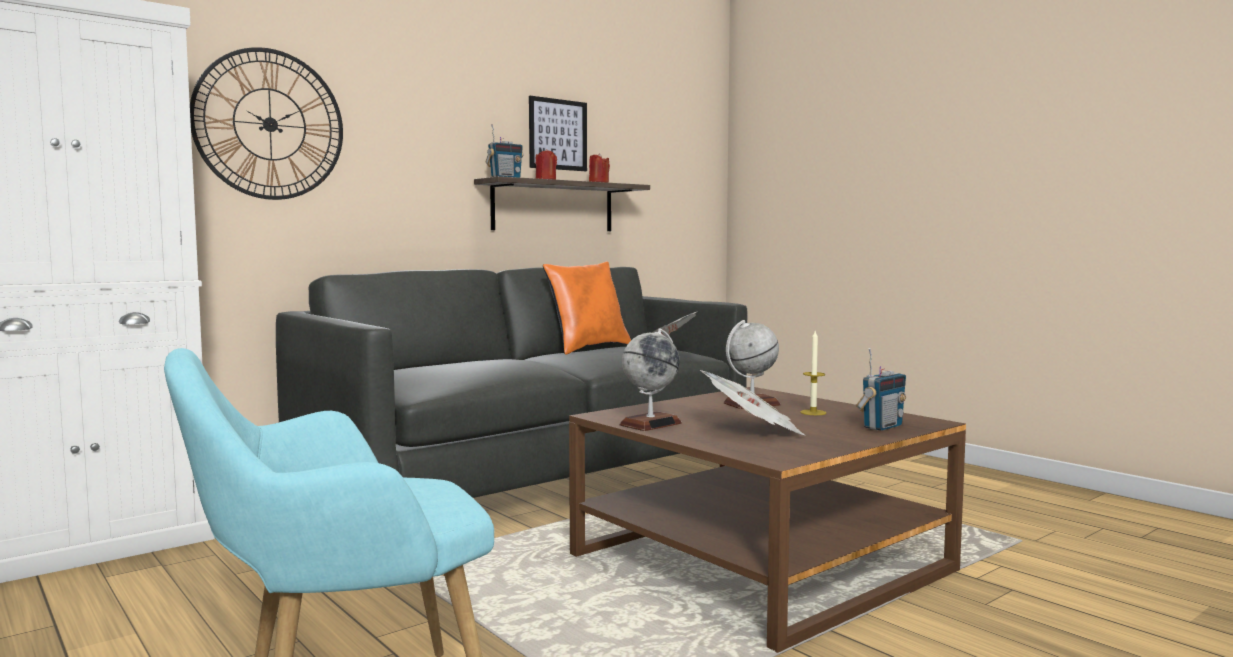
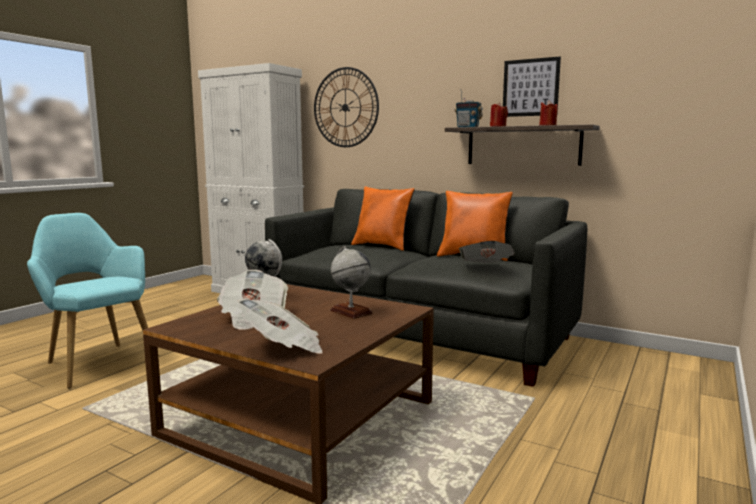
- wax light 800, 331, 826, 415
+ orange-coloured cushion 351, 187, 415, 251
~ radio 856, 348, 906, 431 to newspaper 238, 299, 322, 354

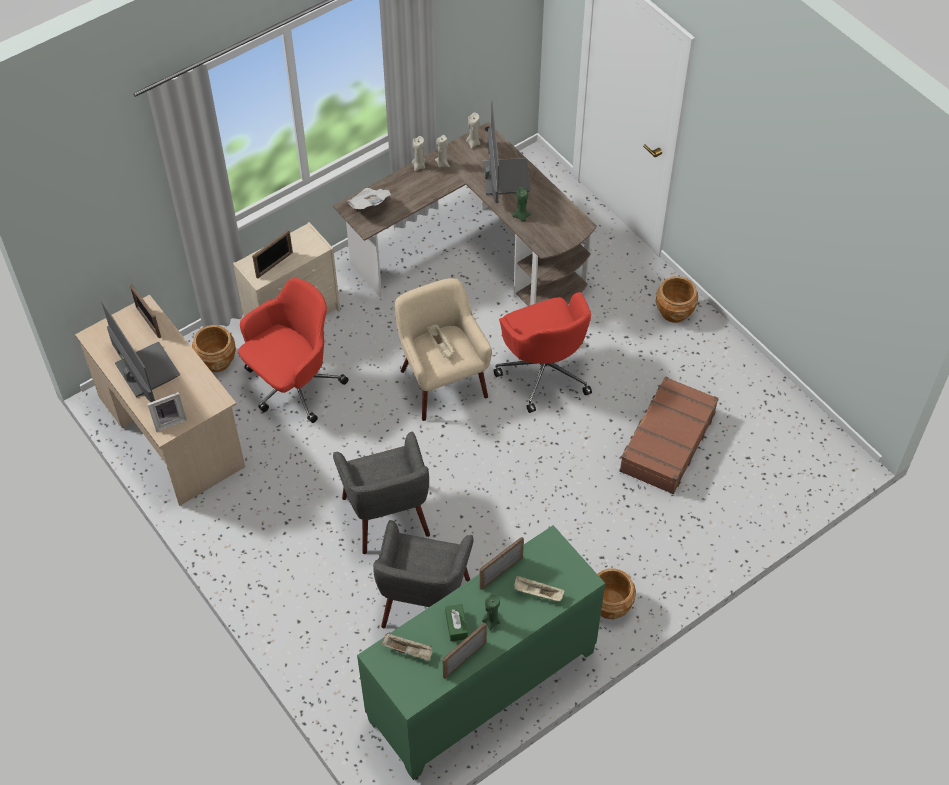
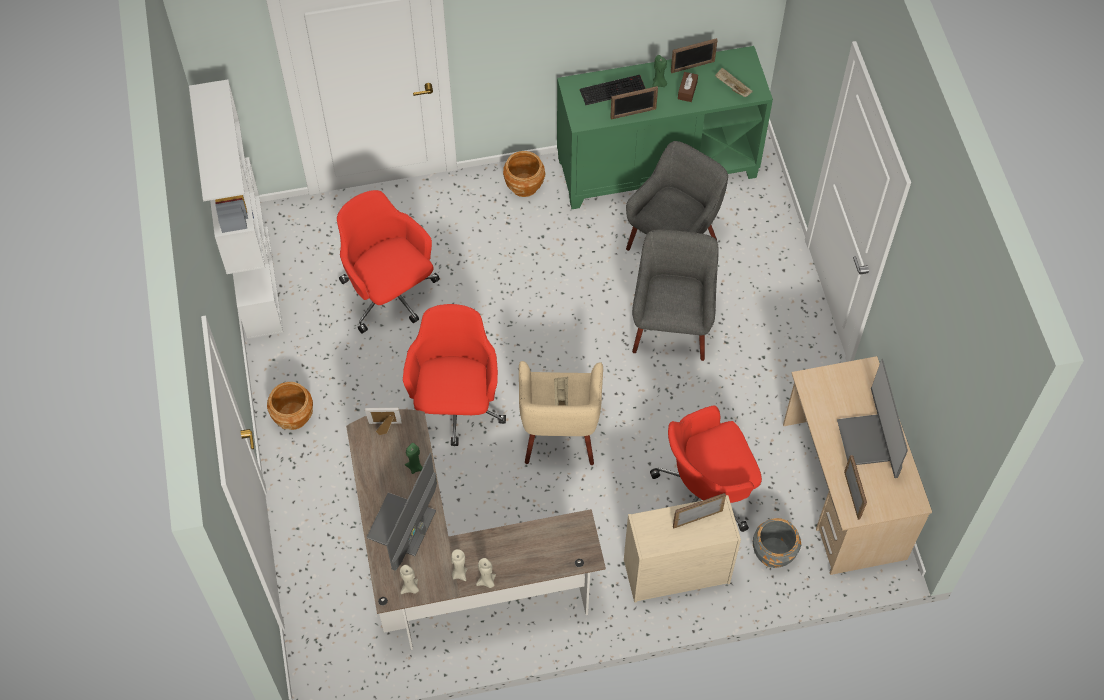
- newspaper 348, 188, 391, 209
+ whitish bookshelf 189, 79, 283, 339
~ standing frame 147, 392, 187, 432 to 365, 408, 402, 435
~ beige-coloured serving tray 514, 576, 564, 601 to keyboard 580, 75, 646, 105
~ brown-coloured travel case 619, 376, 719, 494 to red office chair 337, 190, 440, 333
~ brown-coloured planter 192, 325, 236, 372 to gray planter 753, 518, 801, 568
~ greenish tissue box 445, 604, 468, 642 to brown-coloured tissue box 678, 72, 698, 102

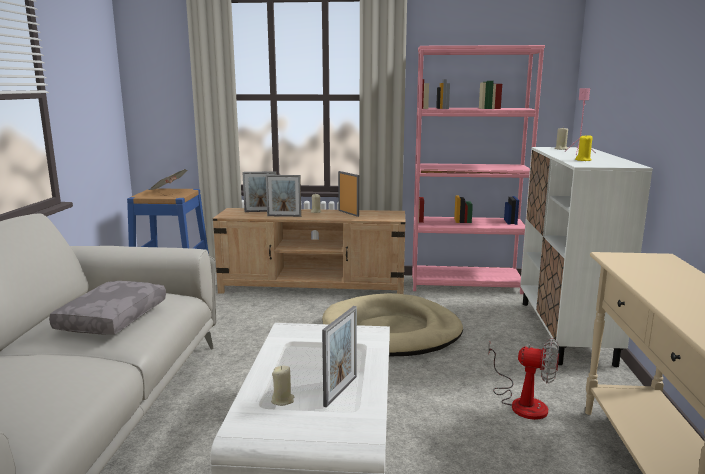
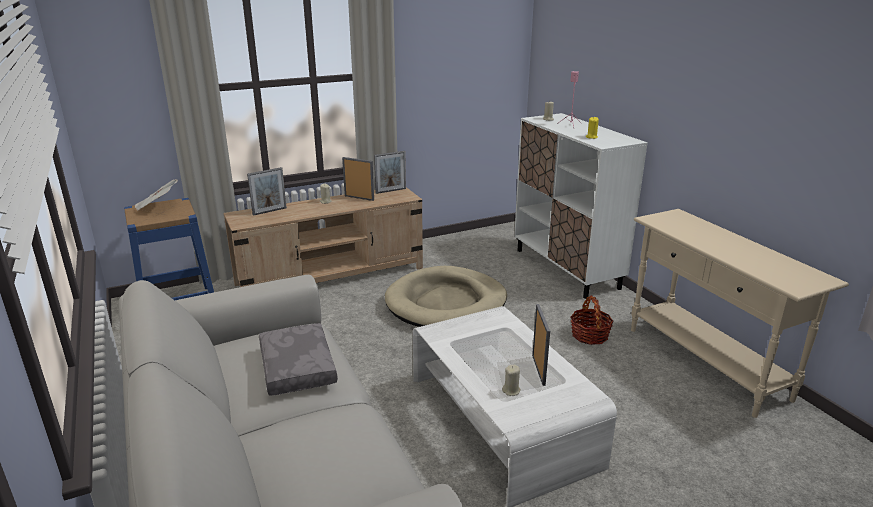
- pink-coloured bookshelf 412, 45, 545, 294
~ standing frame 266, 175, 301, 217 to 374, 151, 406, 194
~ electric fan 488, 338, 559, 420 to storage basket 570, 295, 614, 345

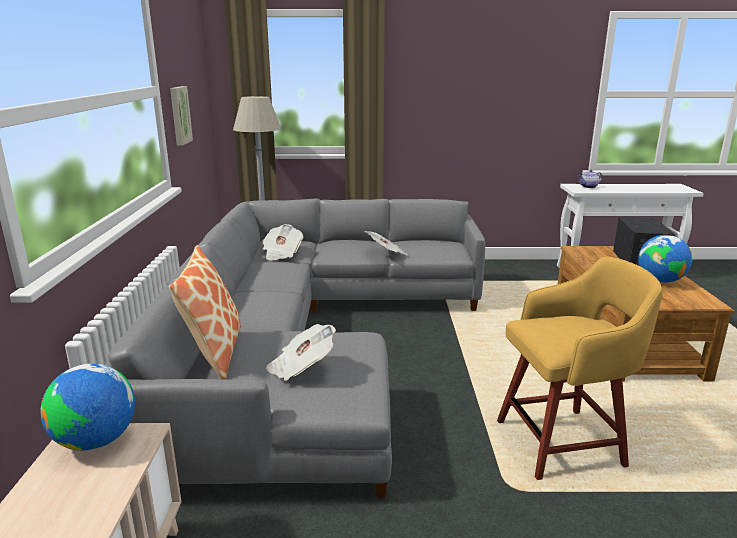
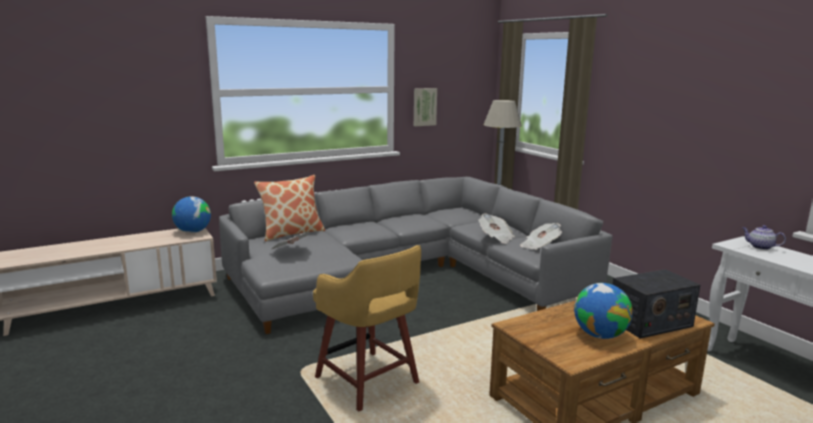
~ newspaper 263, 224, 303, 260 to 520, 223, 562, 250

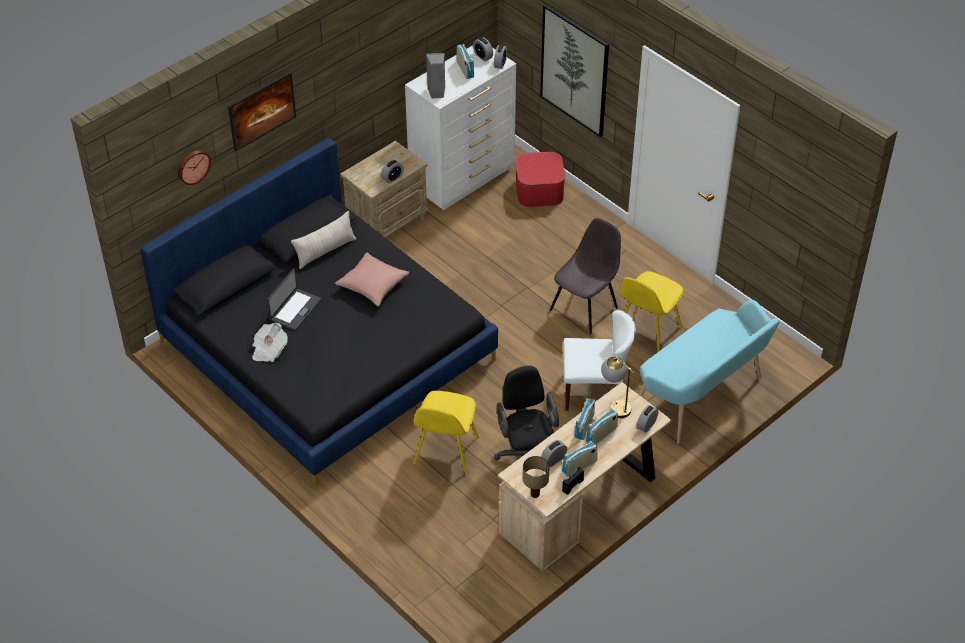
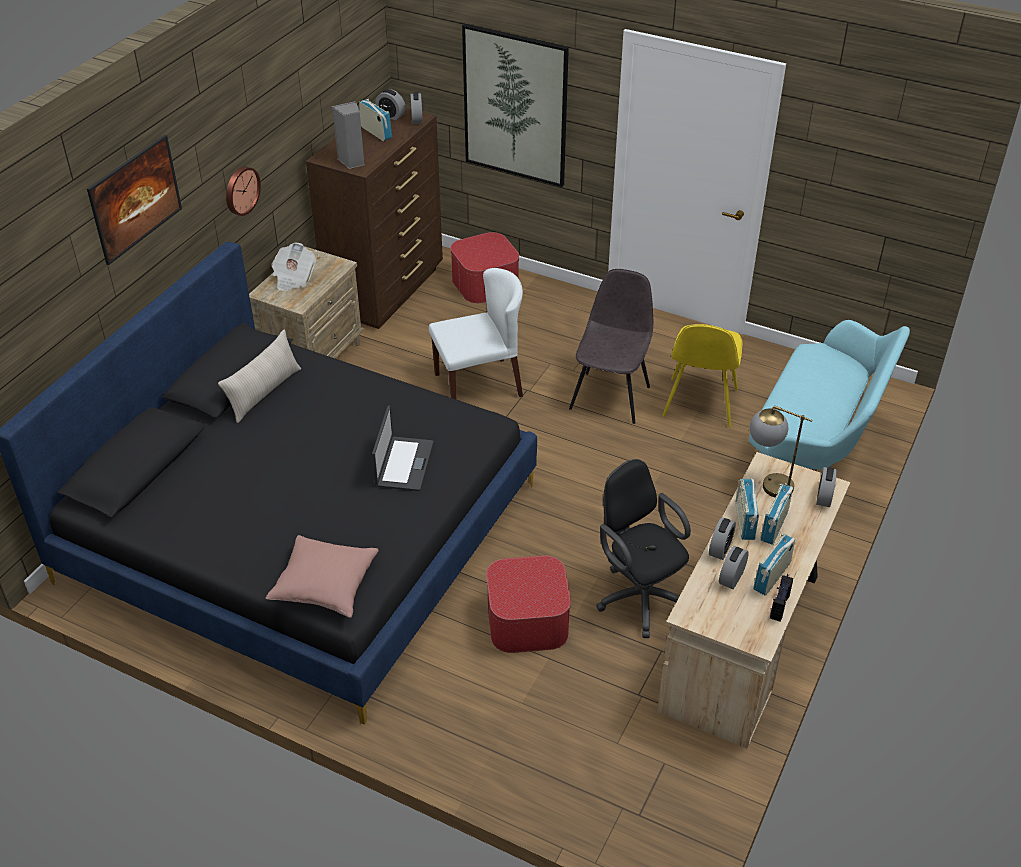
- tabletop lamp 523, 456, 550, 498
~ clock on the wall 178, 150, 211, 185 to 226, 166, 261, 216
~ newspaper 252, 323, 288, 362 to 272, 243, 316, 291
~ notebook computer 267, 268, 321, 330 to 372, 406, 433, 491
~ pink-coloured cushion 335, 253, 409, 307 to 266, 535, 379, 618
~ bedside clock 381, 160, 403, 184 to 709, 517, 736, 560
~ whitish plain chair 563, 310, 636, 411 to 429, 268, 523, 399
~ yellow plain chair 413, 391, 479, 475 to pouffe 486, 555, 571, 653
~ whitish dresser 405, 45, 516, 210 to brown-coloured dresser 306, 108, 443, 329

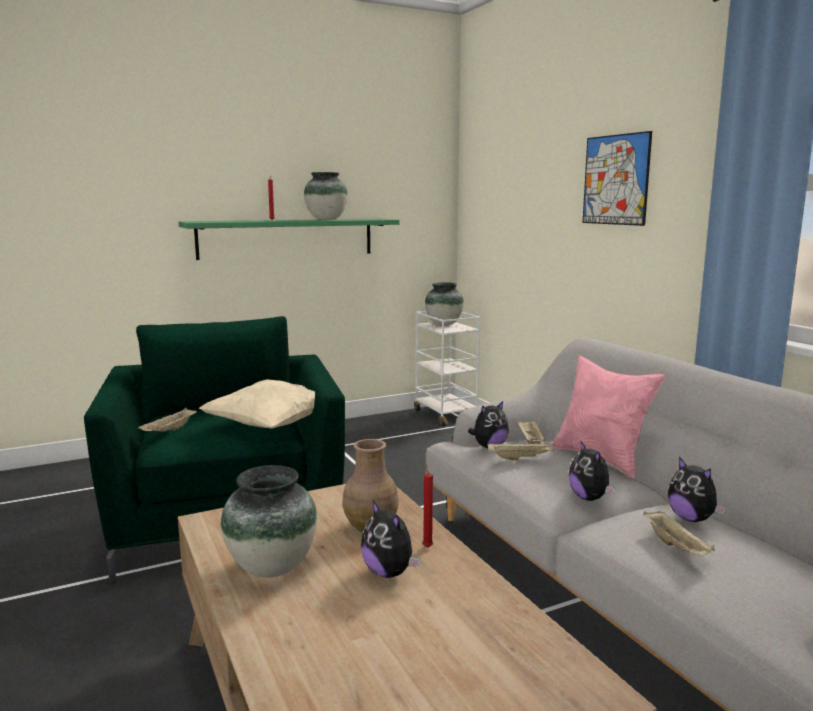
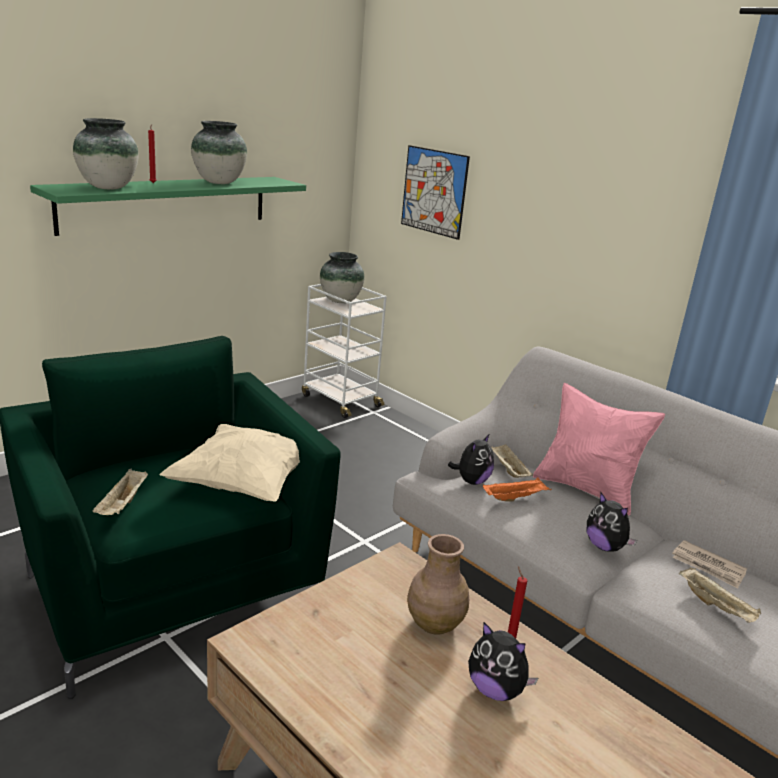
~ flower vase 221, 465, 317, 577 to 73, 118, 139, 189
~ picture 582, 131, 652, 226 to 401, 145, 470, 240
~ soft toy 668, 457, 726, 522 to newspaper 672, 540, 747, 589
~ beige-coloured serving tray 487, 441, 555, 460 to orange-coloured serving tray 483, 477, 551, 502

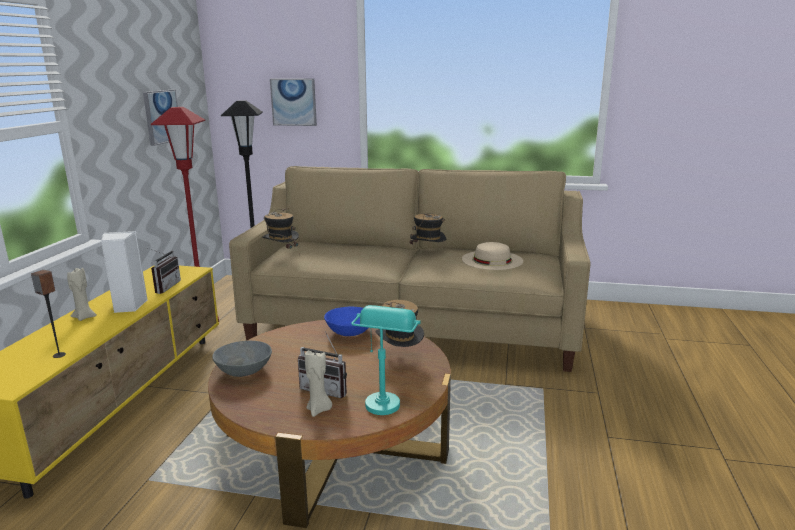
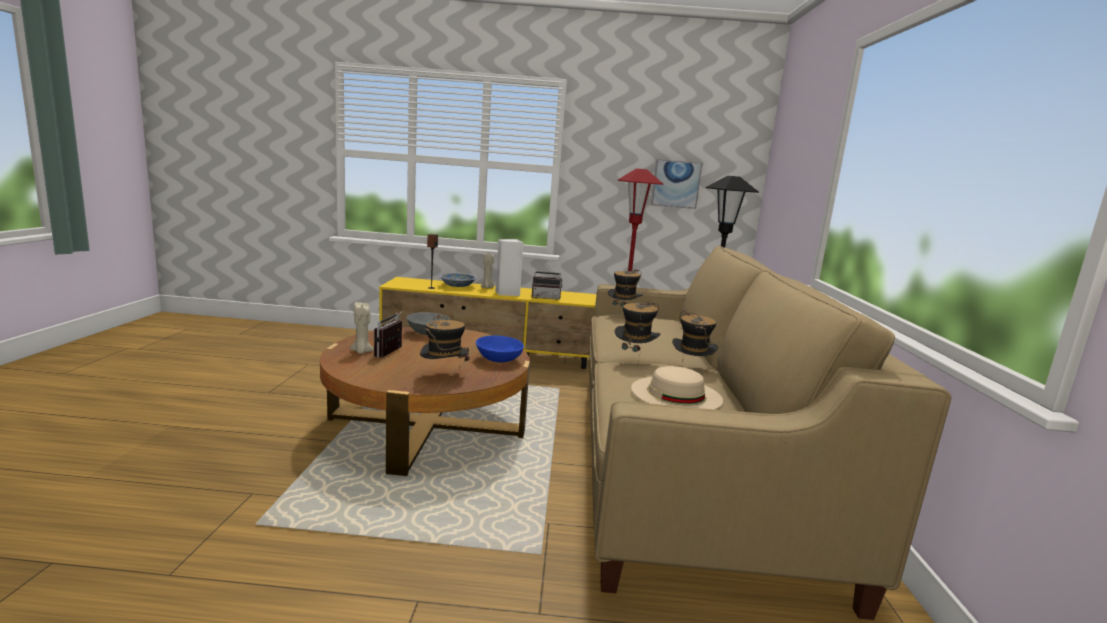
- picture 270, 78, 317, 126
- turquoise tabletop lamp 351, 305, 421, 415
+ bowl 439, 272, 477, 287
+ wearable hat 615, 302, 661, 365

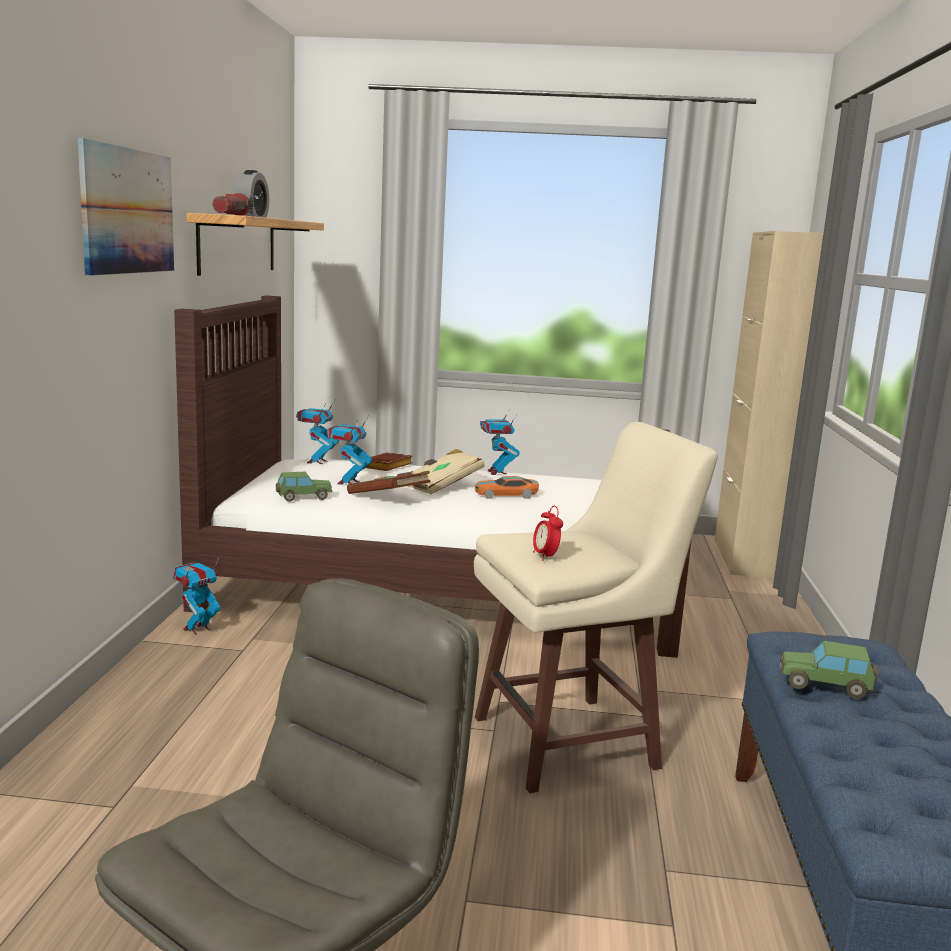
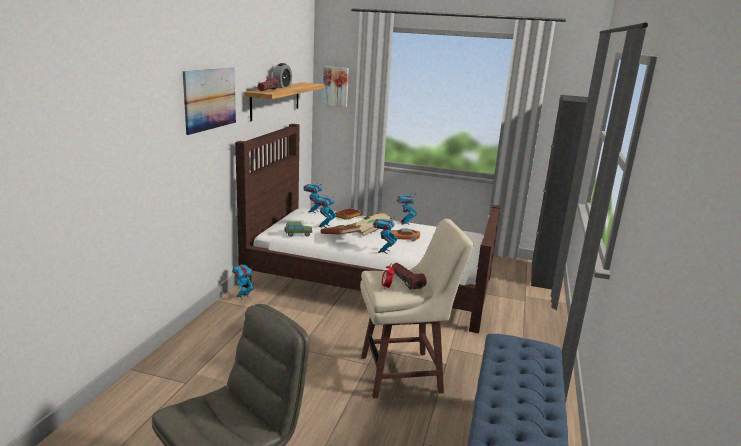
- toy car 780, 641, 878, 699
+ picture 323, 66, 349, 107
+ robot figure 373, 215, 398, 254
+ torch 392, 263, 427, 290
~ beige-coloured storage cabinet 714, 231, 823, 578 to blackish storage cabinet 531, 95, 588, 289

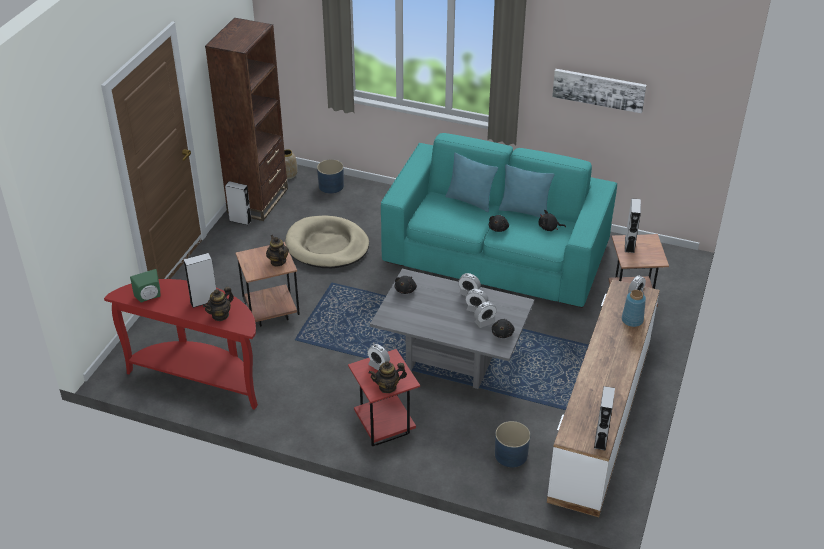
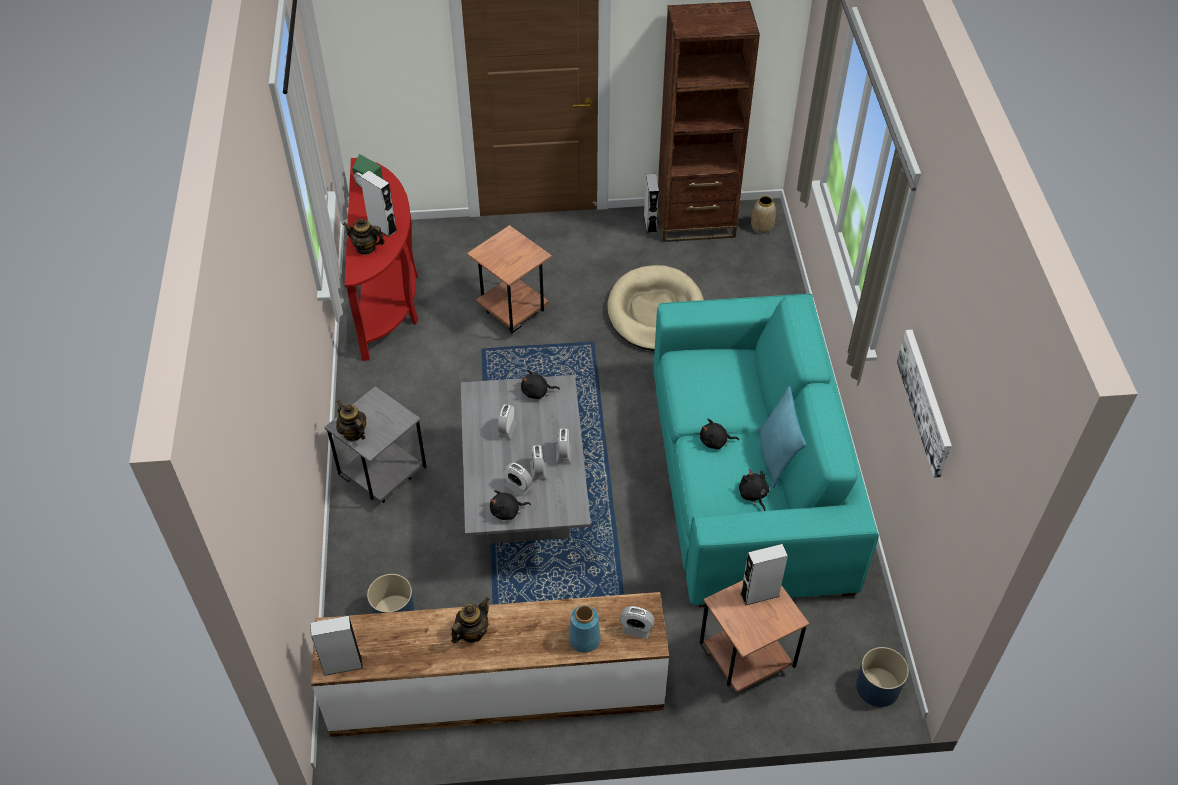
- turquoise cushion 445, 153, 498, 212
~ pot for tea 266, 235, 289, 266 to 451, 597, 490, 643
~ blue-coloured planter 317, 159, 344, 194 to 856, 647, 909, 707
~ bedside clock 368, 344, 390, 370 to 497, 404, 517, 439
~ red end table 348, 349, 420, 446 to gray end table 324, 386, 427, 503

